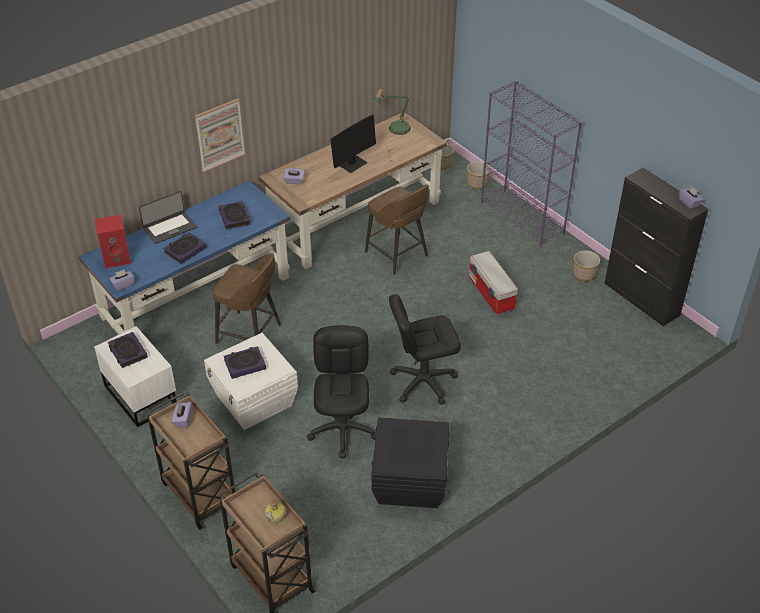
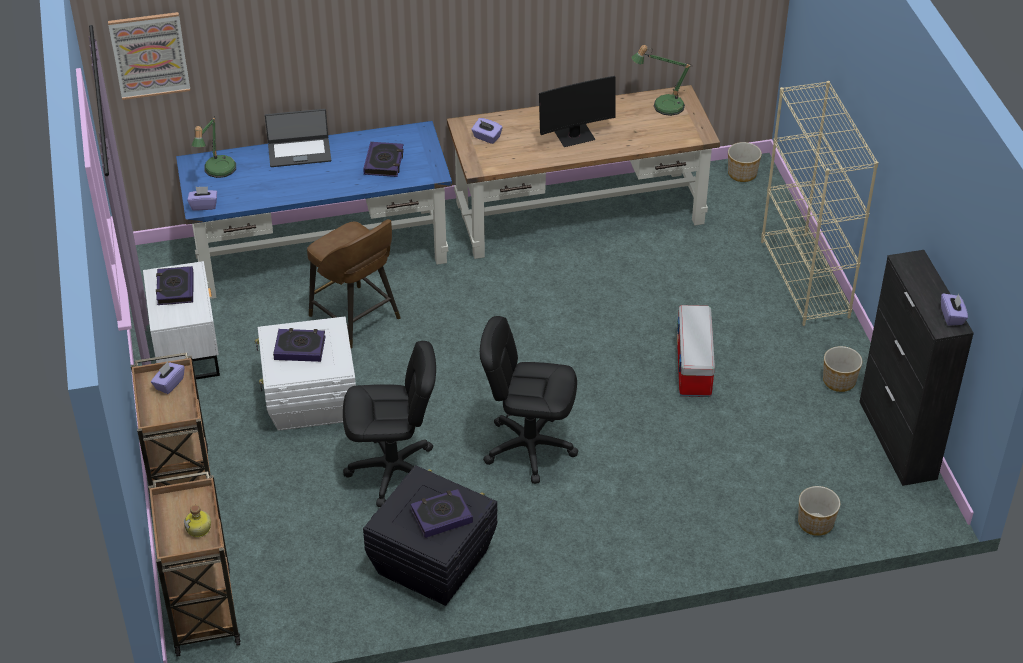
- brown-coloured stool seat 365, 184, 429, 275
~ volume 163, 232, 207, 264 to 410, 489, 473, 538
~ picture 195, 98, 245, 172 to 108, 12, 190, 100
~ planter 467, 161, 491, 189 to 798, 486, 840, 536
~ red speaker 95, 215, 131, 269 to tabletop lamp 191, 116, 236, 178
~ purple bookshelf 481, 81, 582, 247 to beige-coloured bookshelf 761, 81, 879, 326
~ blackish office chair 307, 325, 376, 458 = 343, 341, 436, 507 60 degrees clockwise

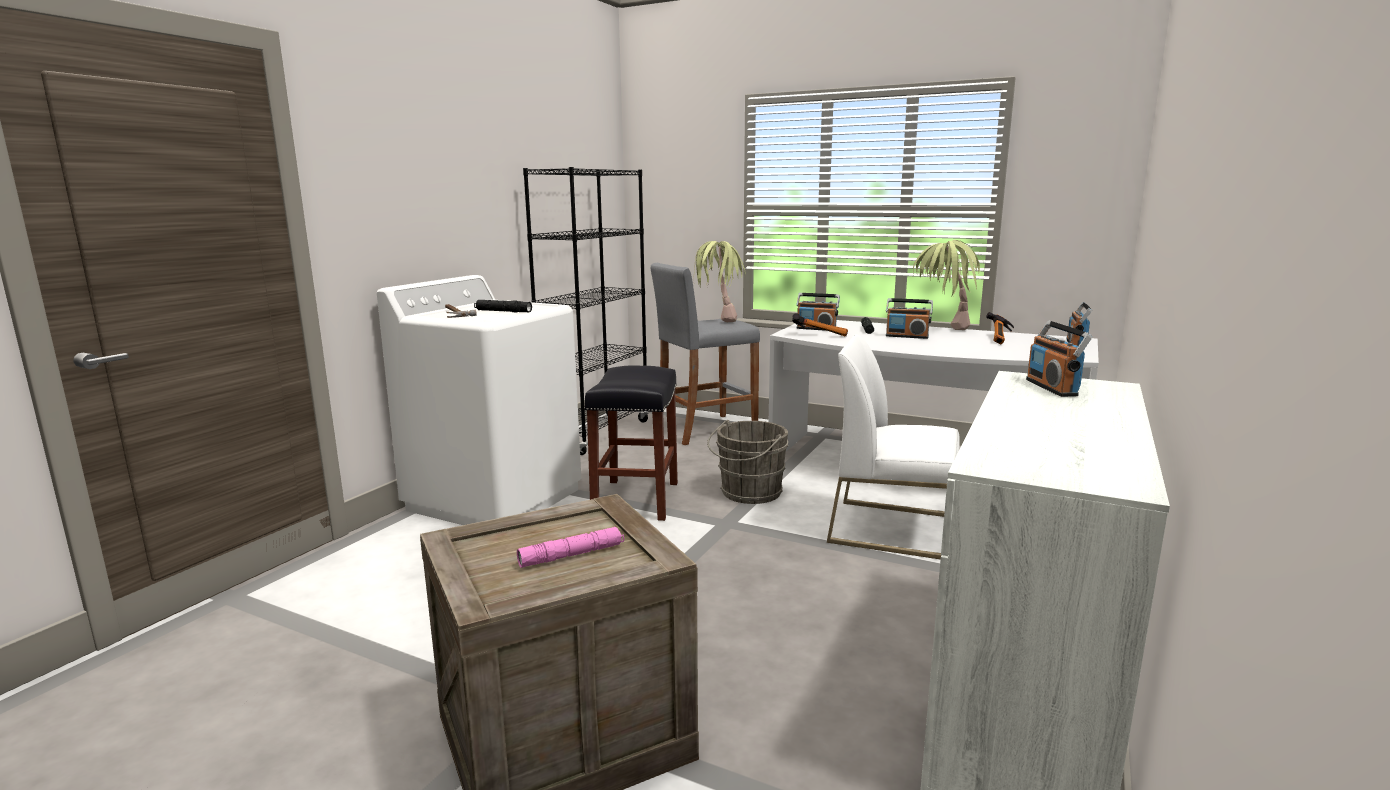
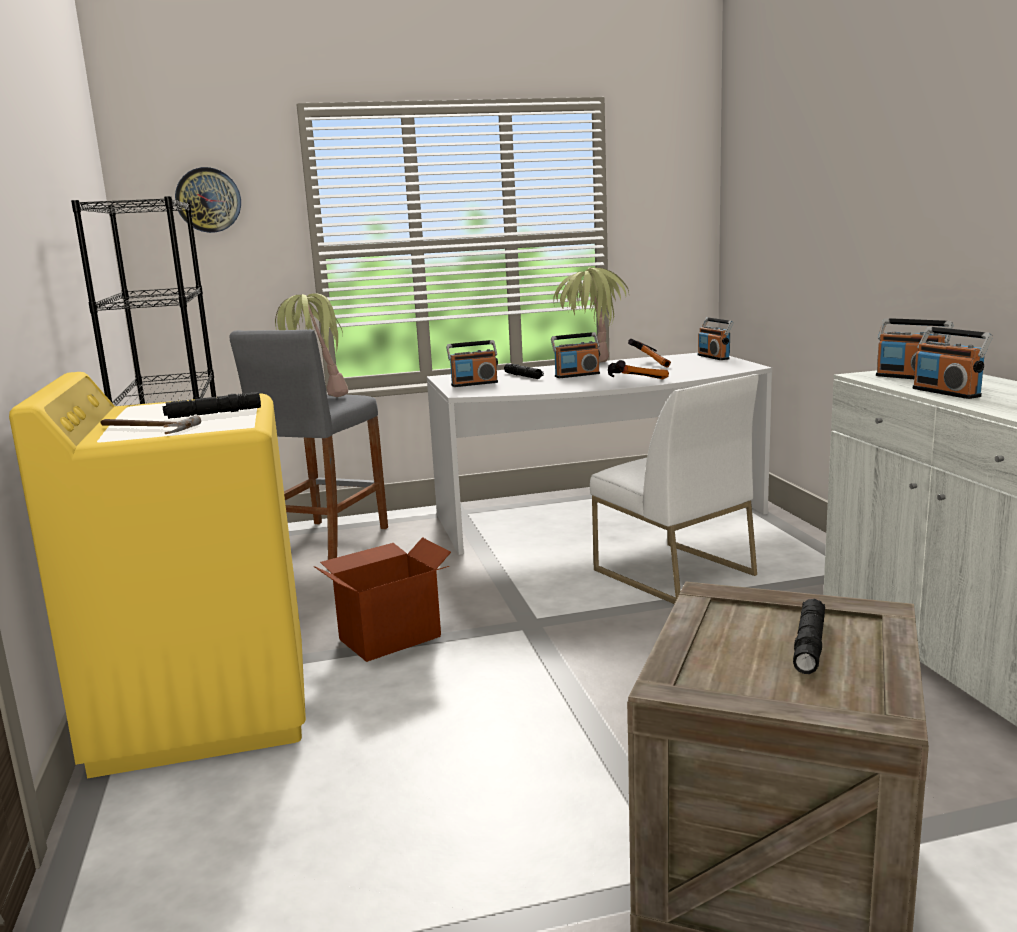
- gray water bucket 707, 420, 788, 504
+ clock on the wall 175, 167, 241, 233
+ radio 913, 327, 993, 399
~ tool hammer 792, 313, 848, 337 to 608, 360, 669, 379
~ blackish stool seat 584, 365, 678, 521 to packing box 314, 537, 451, 662
~ whitish washing machine 377, 275, 581, 525 to yellow washing machine 9, 372, 306, 779
~ pink-coloured torch 517, 527, 624, 568 to blackish torch 793, 599, 825, 674
~ whitish plain chair 827, 334, 960, 559 = 590, 374, 759, 604 105 degrees counterclockwise

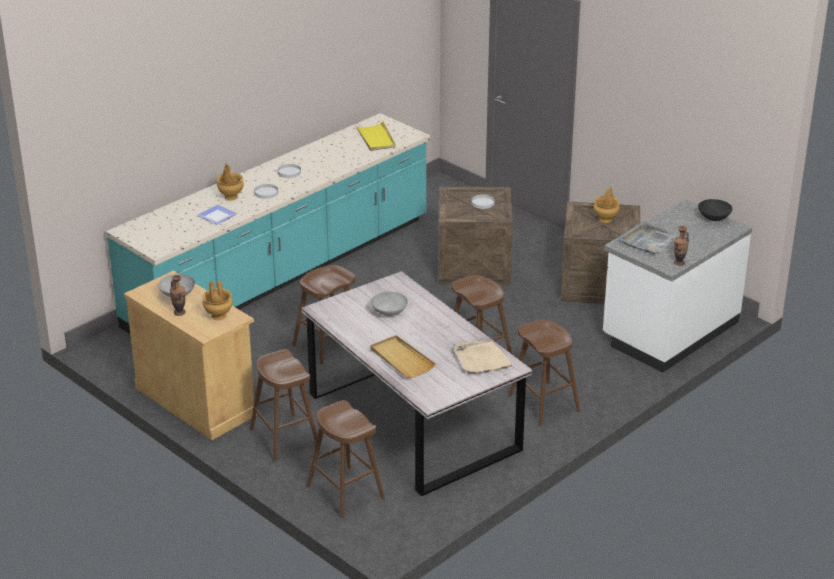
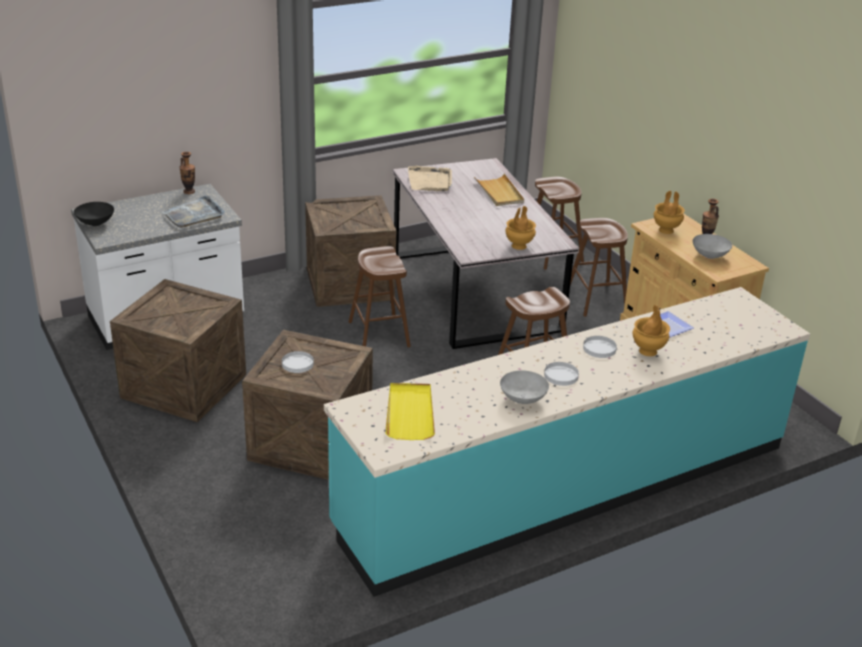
~ gray bowl 371, 292, 408, 316 to 500, 370, 549, 404
~ brown-coloured flower vase 594, 187, 620, 223 to 505, 206, 536, 250
~ brown-coloured stool seat 509, 320, 581, 426 to shipping crate 305, 195, 396, 307

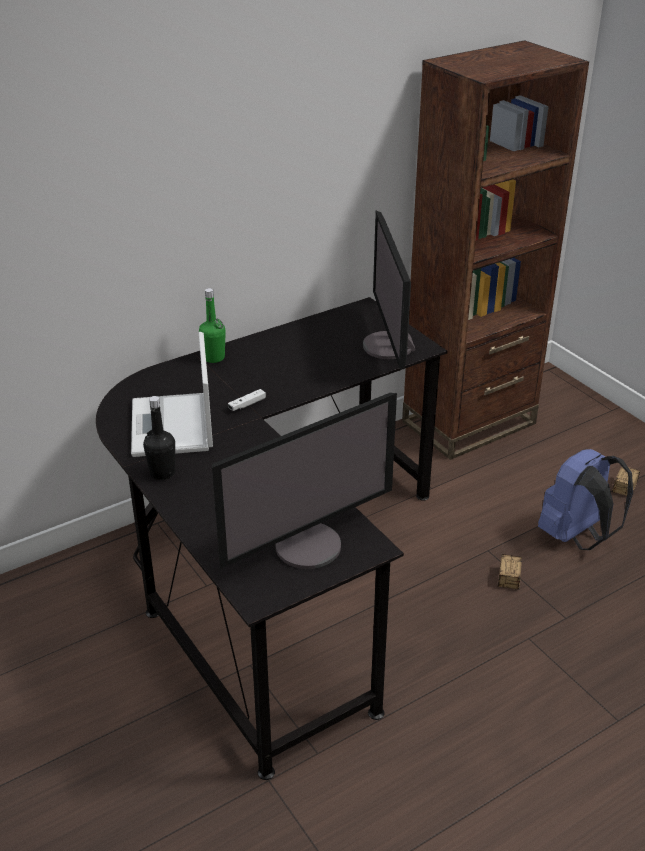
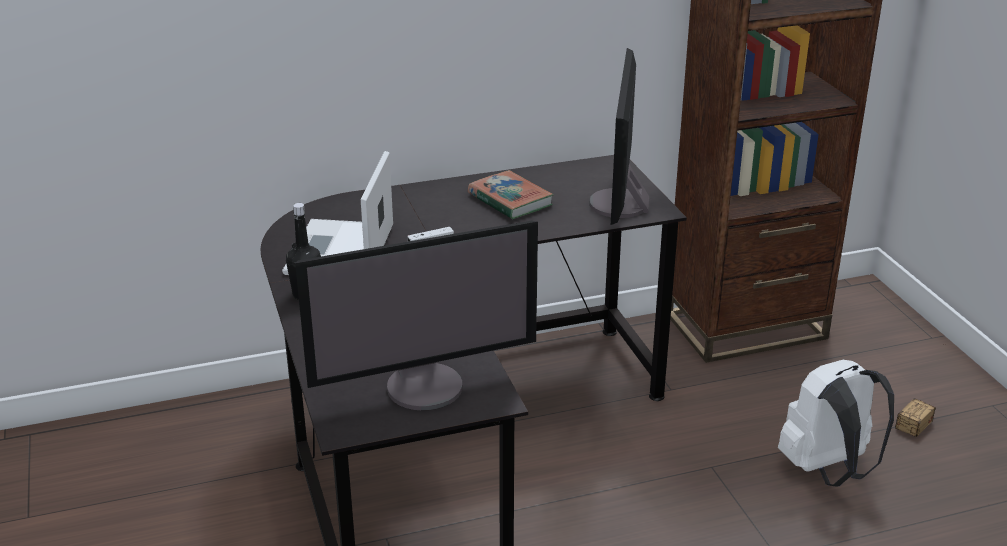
- greenish bottle 199, 288, 226, 363
- storage bin 498, 554, 522, 590
+ volume 468, 170, 554, 219
~ blue-coloured rucksack 538, 449, 633, 550 to whitish rucksack 778, 360, 894, 487

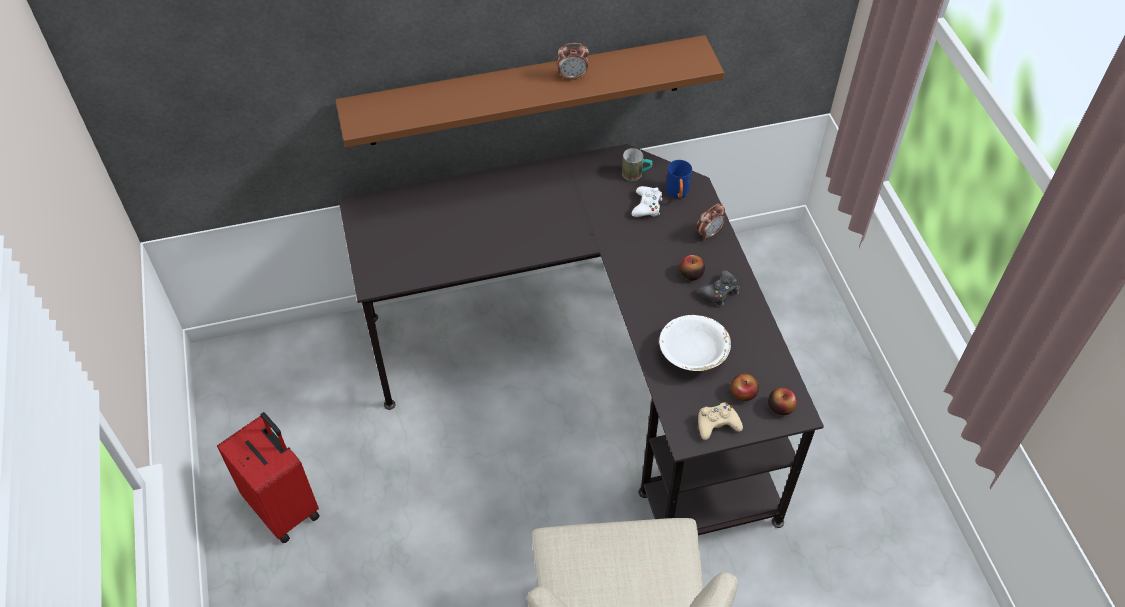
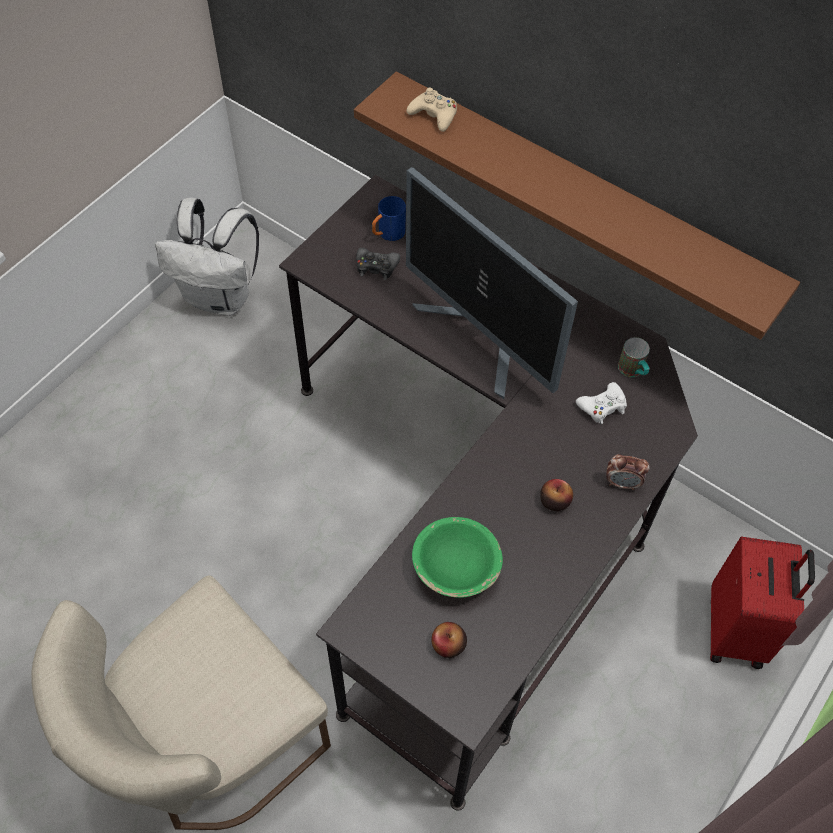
- bedside clock 557, 43, 589, 80
- whole apple 768, 387, 797, 415
+ whitish rucksack 155, 198, 259, 316
+ monitor 406, 167, 578, 399
~ red travel case 217, 412, 320, 544 to 710, 537, 815, 669
~ blue-coloured mug 666, 160, 692, 199 to 372, 196, 406, 241
~ blackish gamepad 698, 270, 740, 306 to 356, 248, 400, 280
~ beige-coloured gamepad 698, 403, 743, 440 to 406, 87, 457, 132
~ whitish bowl 659, 315, 731, 371 to greenish bowl 412, 517, 503, 598

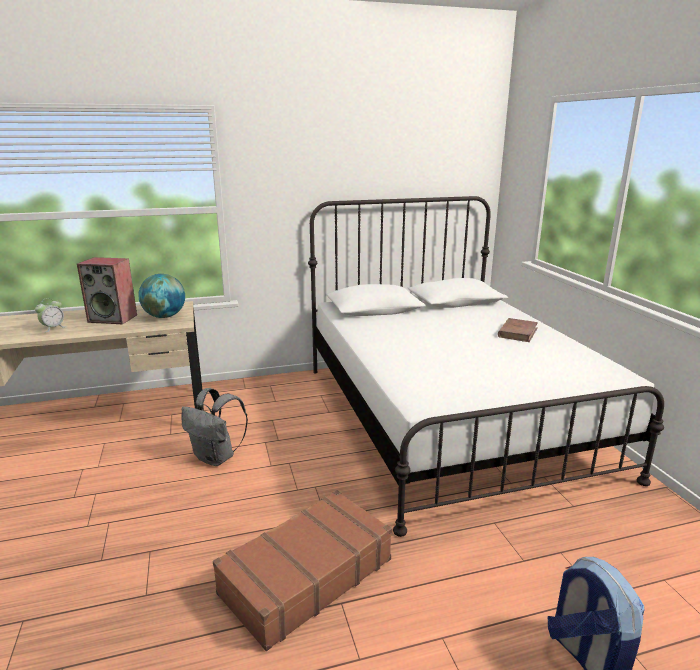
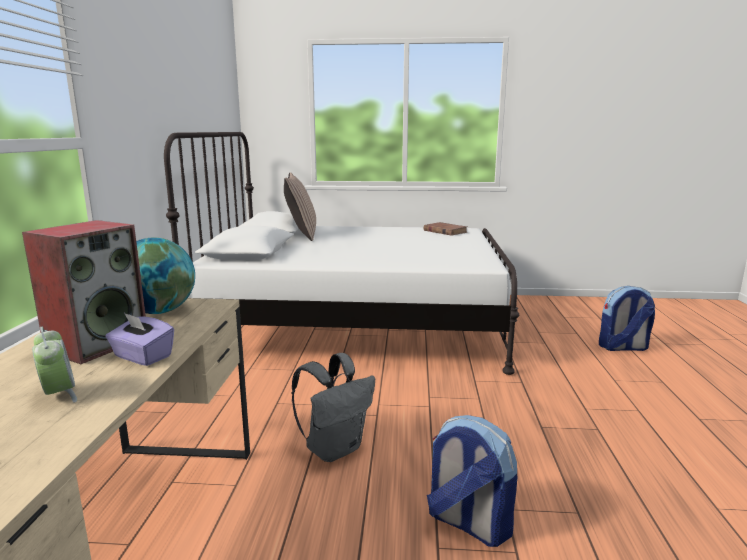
- brown-coloured travel case 213, 490, 392, 651
+ purple tissue box 106, 313, 174, 366
+ cushion 284, 172, 316, 241
+ rucksack 427, 415, 517, 547
~ brown-coloured volume 498, 318, 538, 342 to 424, 222, 467, 236

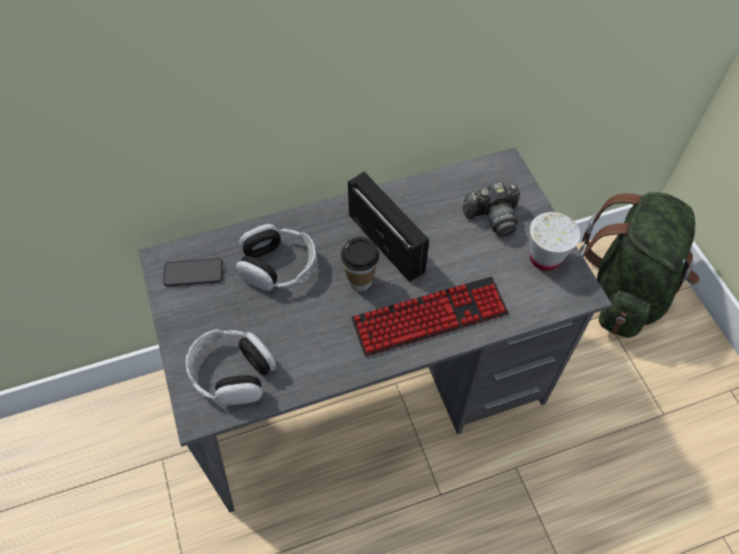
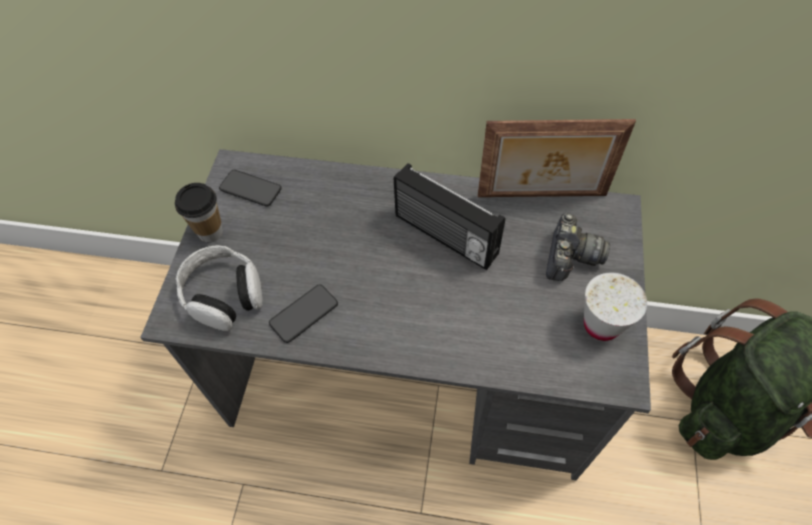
- headphones 236, 224, 317, 291
- keyboard 351, 277, 509, 357
+ handset 269, 284, 338, 343
+ standing frame 478, 119, 636, 197
~ drinking cup 341, 237, 379, 292 to 175, 183, 223, 242
~ radio 348, 172, 429, 282 = 394, 163, 505, 270 135 degrees clockwise
~ still camera 463, 182, 520, 237 = 546, 213, 610, 281 90 degrees counterclockwise

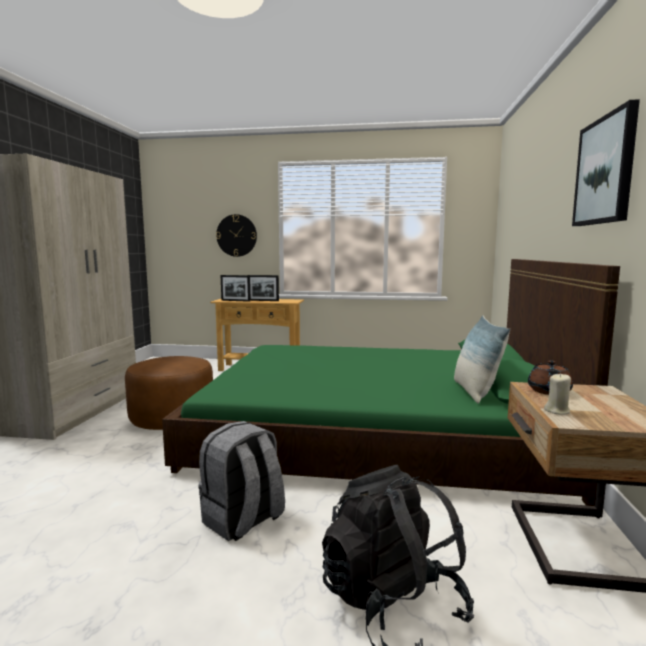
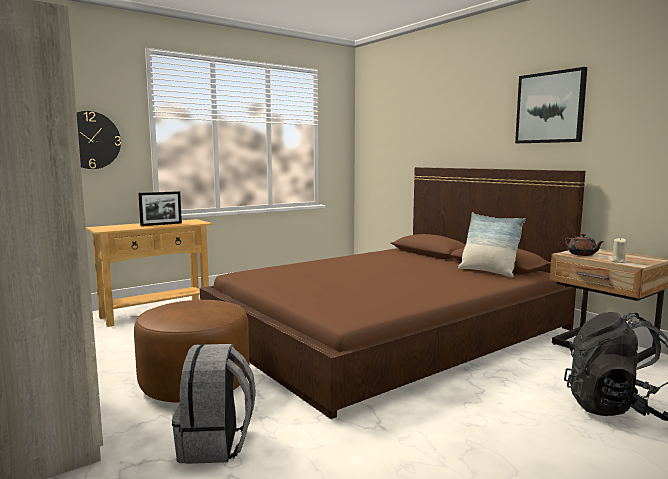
- standing frame 221, 275, 251, 302
~ gray rucksack 198, 421, 285, 541 to 172, 344, 256, 464
~ greenish bed 162, 259, 620, 506 to brown-coloured bed 200, 167, 585, 419

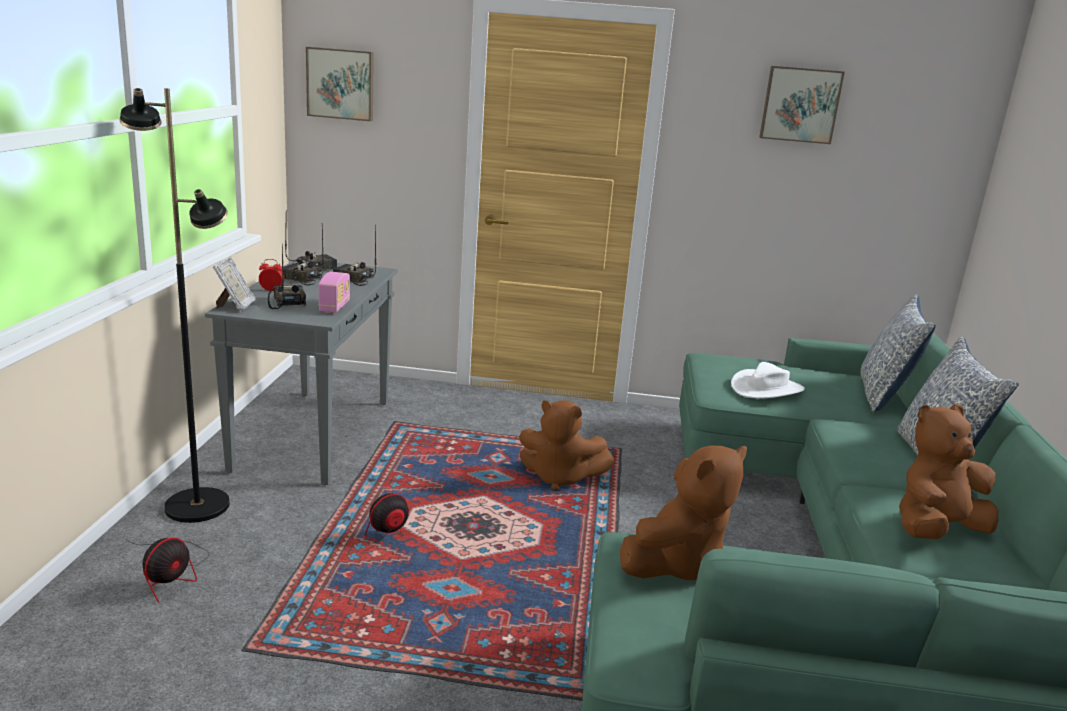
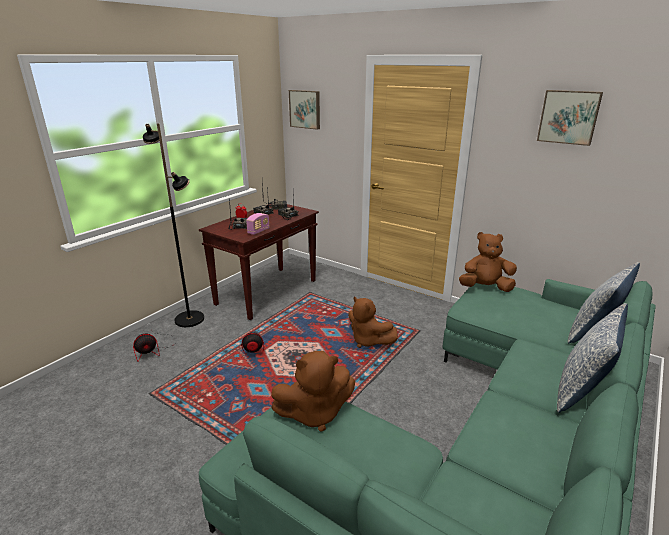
- standing frame 213, 257, 256, 311
- whitish wearable hat 731, 362, 805, 399
~ brown-coloured soft toy 899, 404, 998, 539 to 459, 232, 517, 292
~ gray narrow table 205, 259, 398, 485 to brown-coloured narrow table 199, 204, 319, 320

